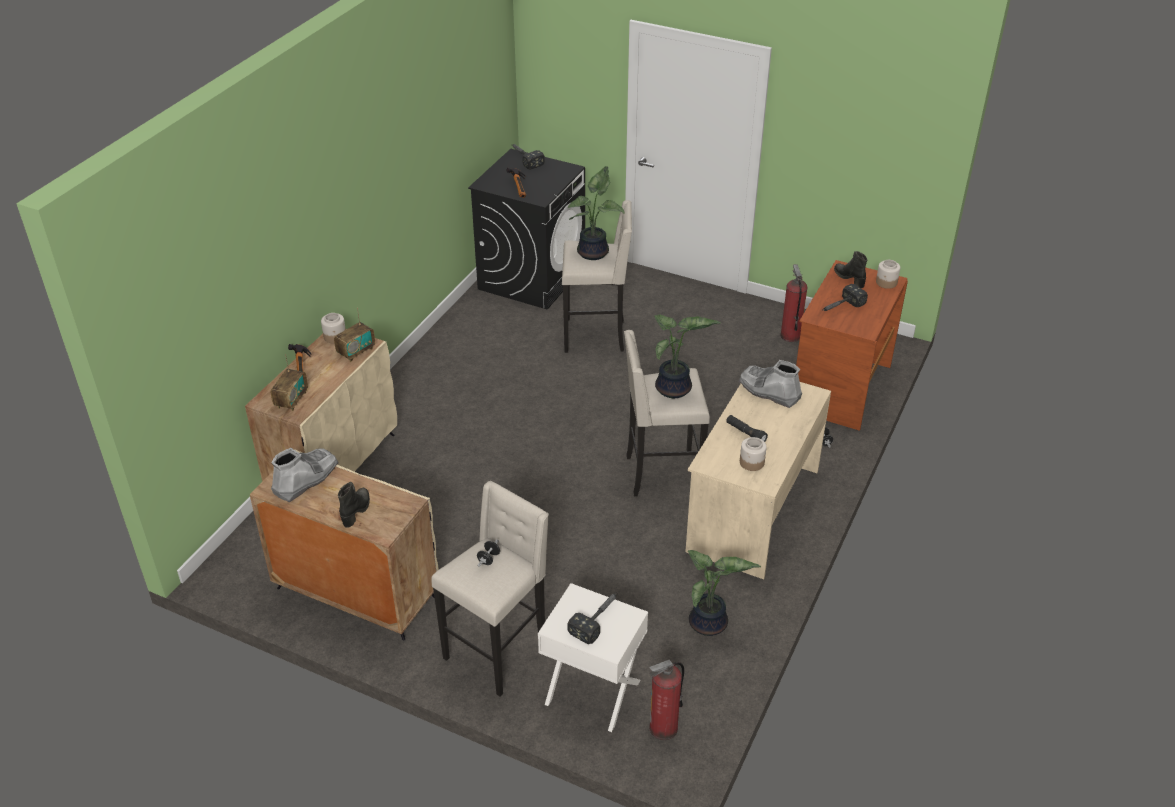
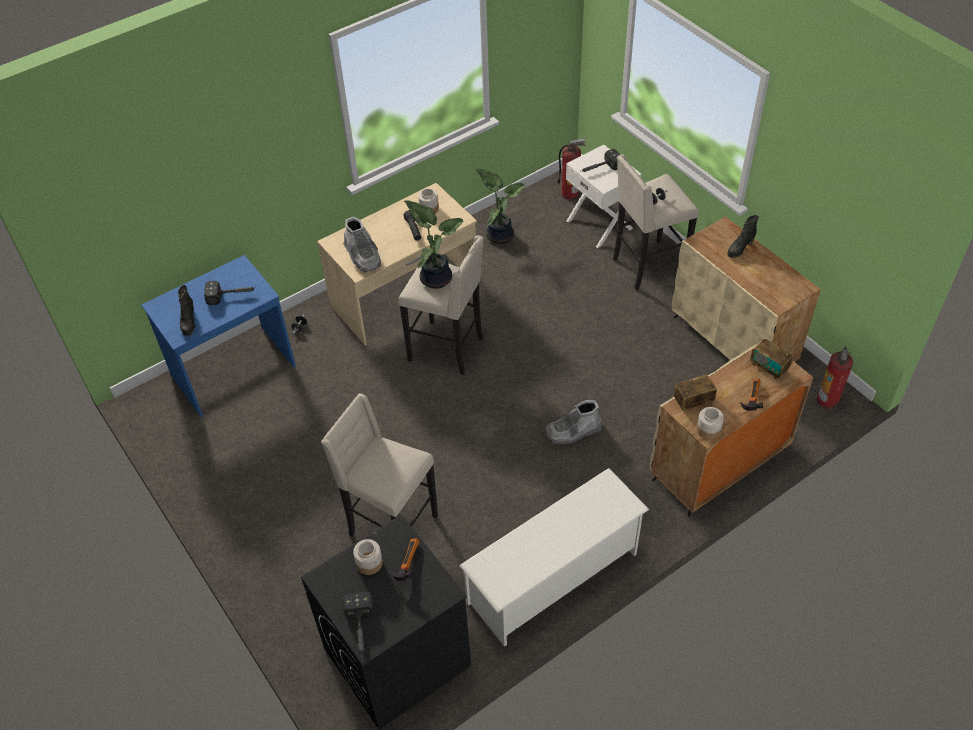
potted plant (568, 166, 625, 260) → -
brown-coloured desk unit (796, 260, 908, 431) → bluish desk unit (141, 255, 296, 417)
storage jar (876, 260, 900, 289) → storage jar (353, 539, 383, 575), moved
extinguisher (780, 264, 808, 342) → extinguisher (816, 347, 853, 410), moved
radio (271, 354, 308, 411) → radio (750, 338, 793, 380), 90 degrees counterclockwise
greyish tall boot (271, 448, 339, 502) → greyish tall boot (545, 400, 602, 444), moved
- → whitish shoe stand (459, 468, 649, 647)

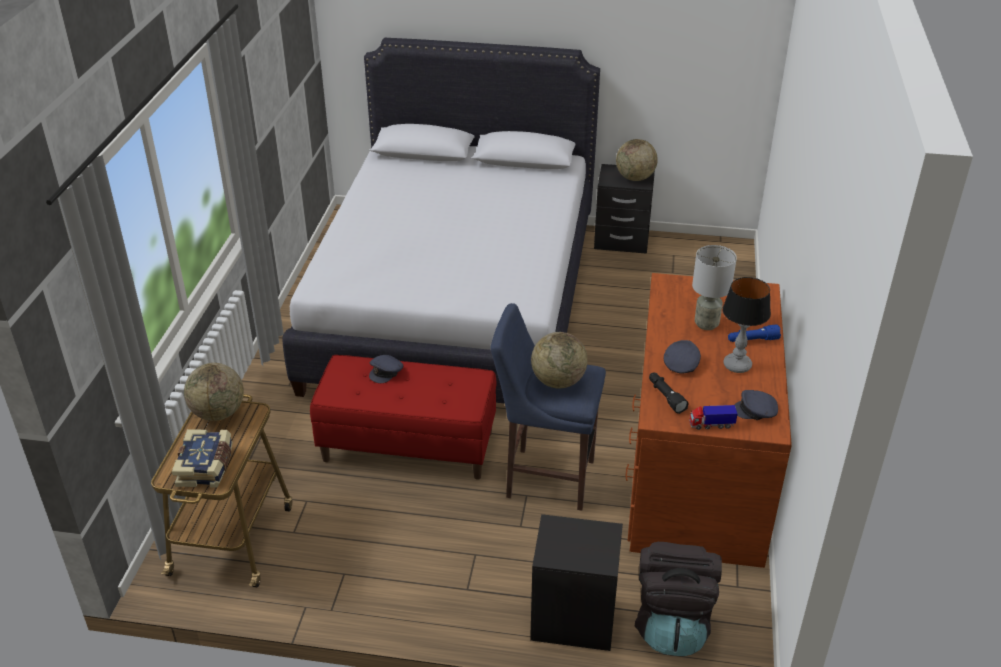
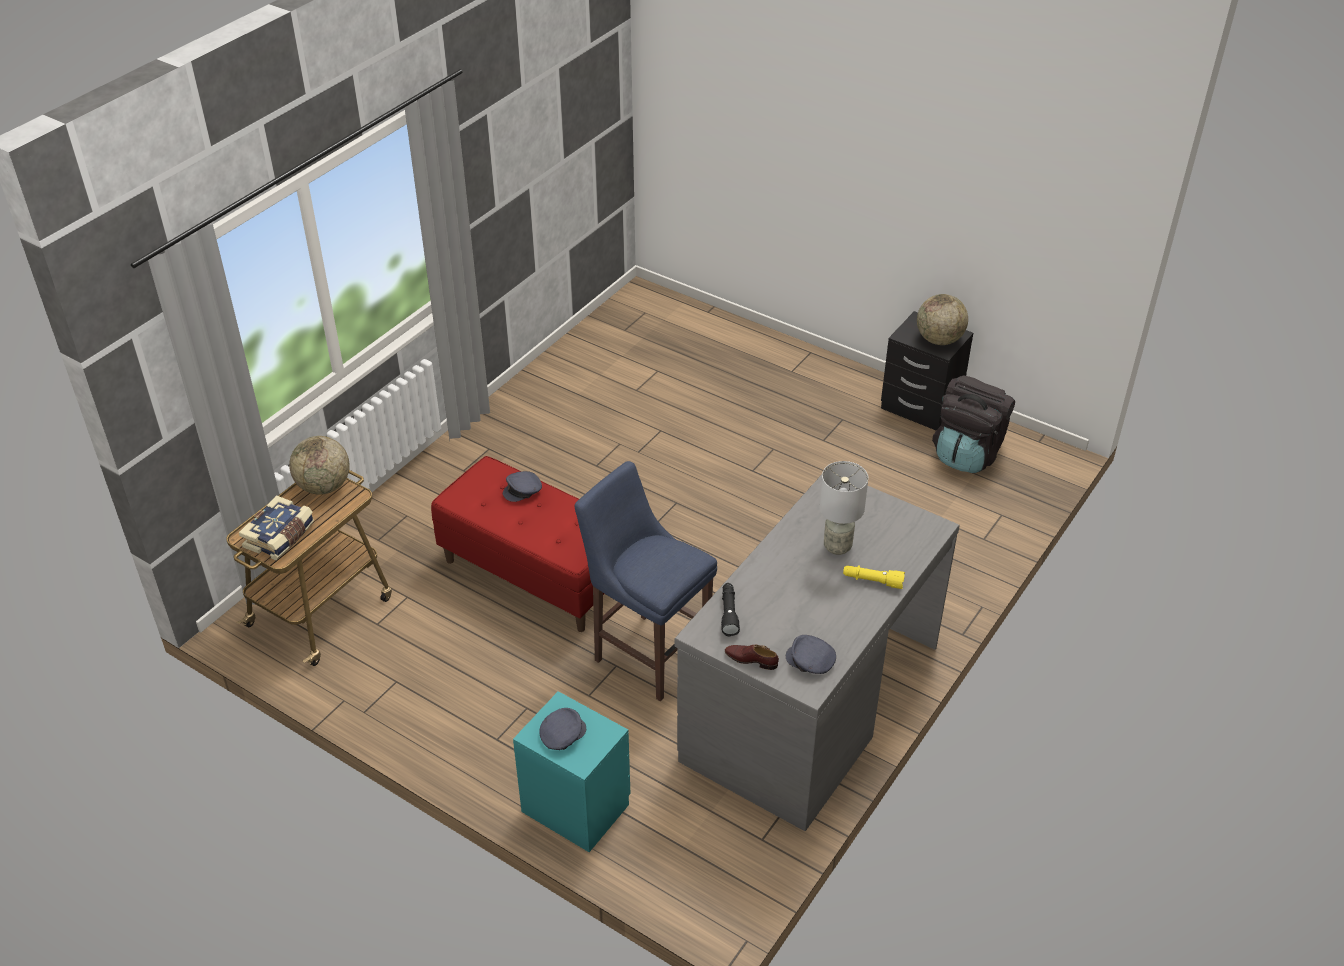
whitish bed (282, 38, 600, 403) → -
brown-coloured desk unit (625, 273, 792, 568) → greyish desk unit (675, 474, 960, 831)
tabletop lamp (722, 277, 771, 373) → -
bluish flashlight (728, 324, 781, 342) → yellow flashlight (843, 565, 905, 589)
globe (531, 332, 588, 388) → -
greyish baseball cap (664, 340, 701, 374) → greyish baseball cap (539, 708, 586, 750), moved
model truck (689, 405, 738, 430) → brown-coloured low shoe (725, 645, 779, 670)
blackish bedside table (530, 514, 623, 651) → blue-green bedside table (513, 691, 631, 852)
blackish knapsack (635, 542, 722, 656) → blackish knapsack (932, 376, 1015, 473), moved

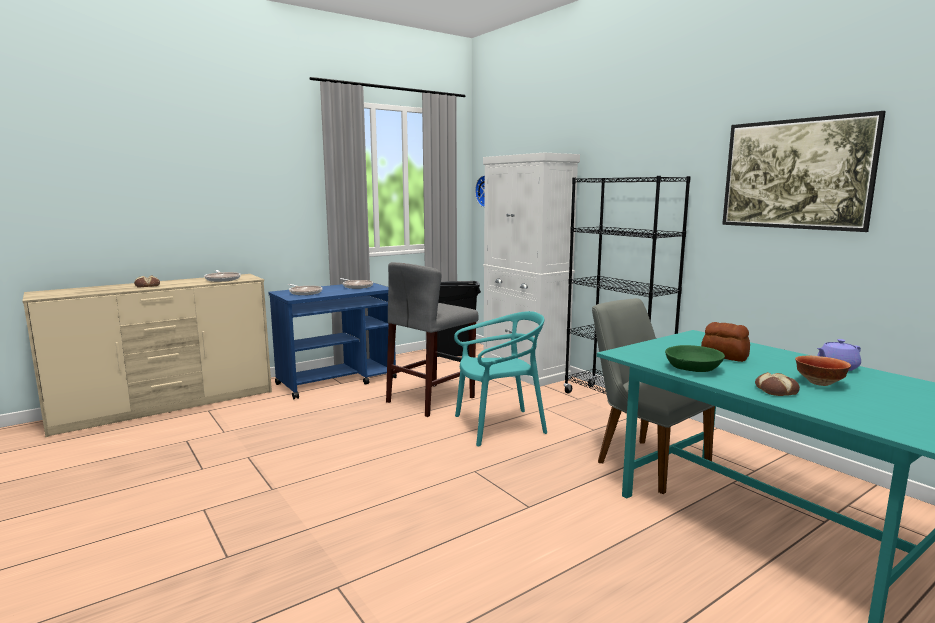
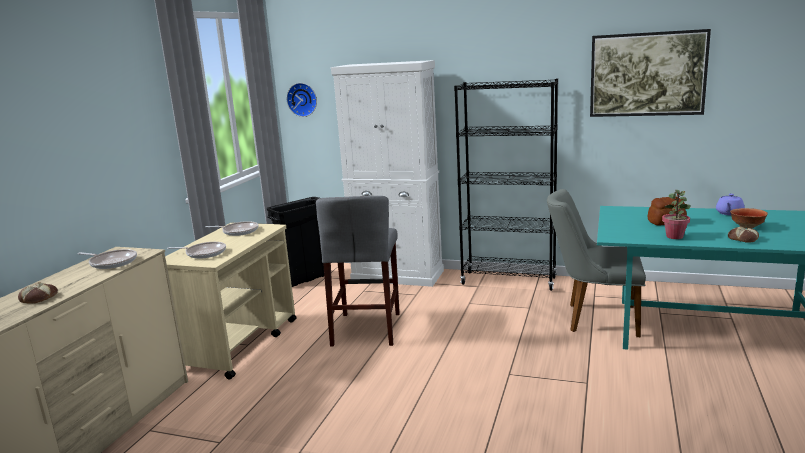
bluish wheeled cart (268, 283, 397, 399) → sand-coloured wheeled cart (165, 222, 297, 380)
blue-green upright chair (454, 311, 547, 446) → -
green serving bowl (665, 345, 725, 372) → potted plant (662, 190, 691, 239)

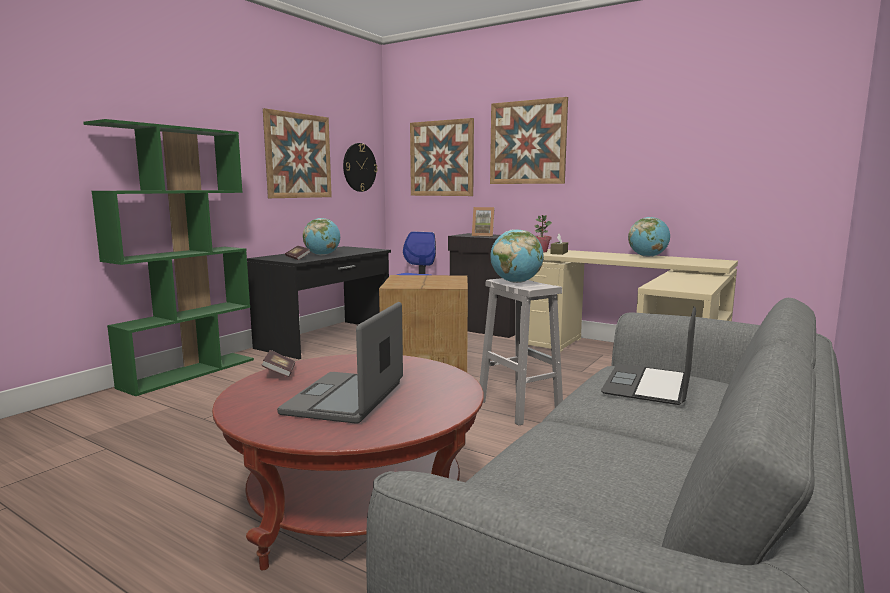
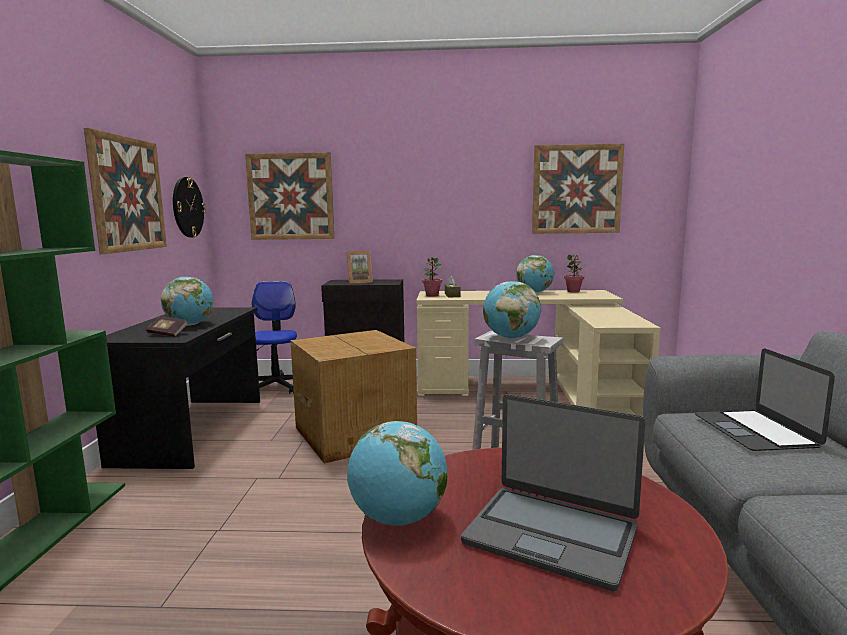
wall art (490, 97, 568, 184) → wall art (532, 144, 624, 234), moved
notebook computer (277, 302, 403, 424) → notebook computer (461, 394, 645, 591), 45 degrees counterclockwise
book (261, 350, 295, 377) → globe (347, 421, 448, 526)
- → potted plant (564, 254, 584, 292)

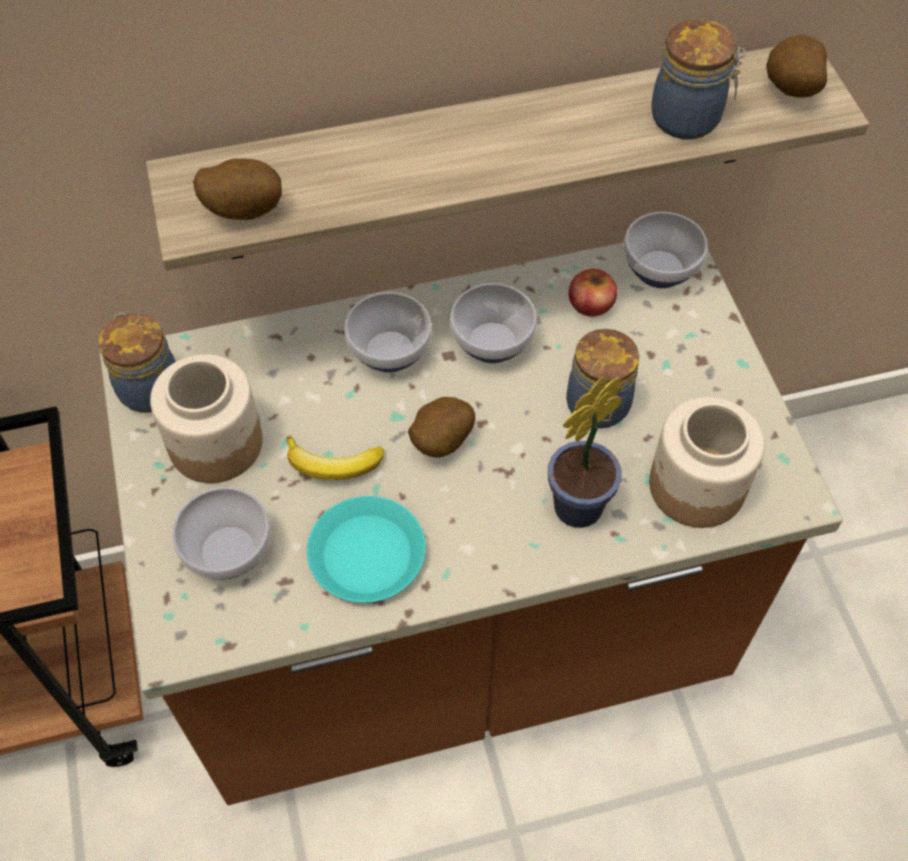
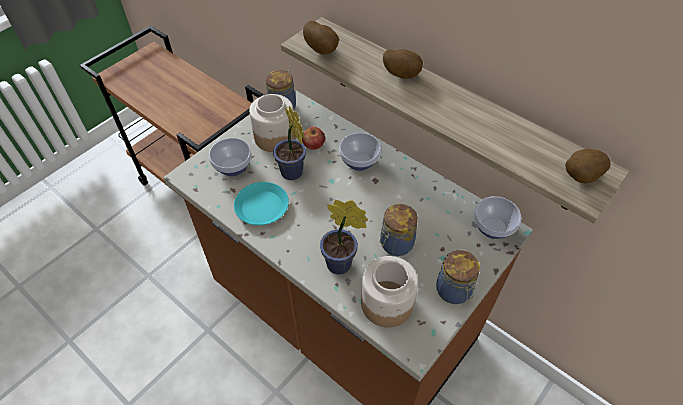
storage jar (651, 19, 746, 140) → storage jar (436, 250, 480, 304), moved
apple fruit (569, 269, 617, 317) → apple fruit (302, 127, 325, 150), moved
serving bowl (450, 283, 537, 363) → -
potato (408, 397, 475, 458) → potato (383, 49, 423, 79), moved
banana (287, 436, 384, 480) → potted plant (273, 106, 306, 180)

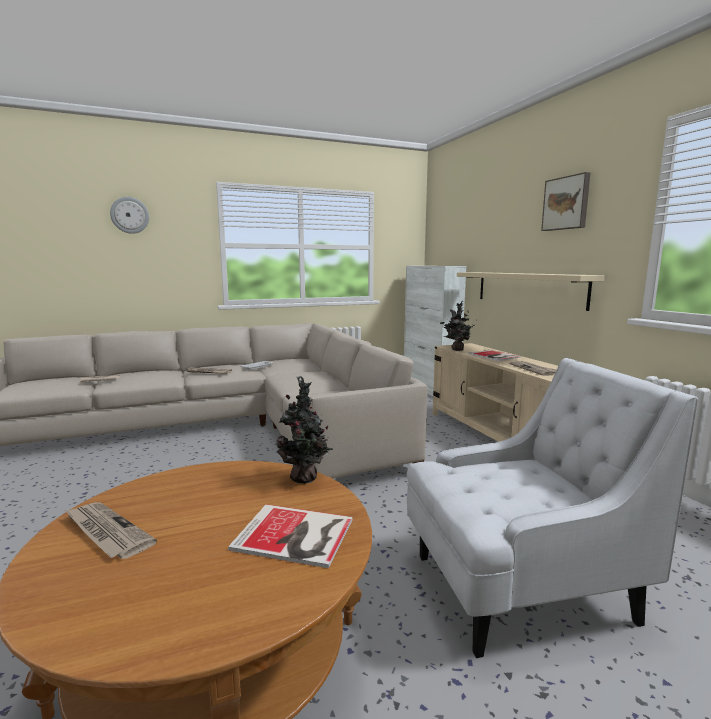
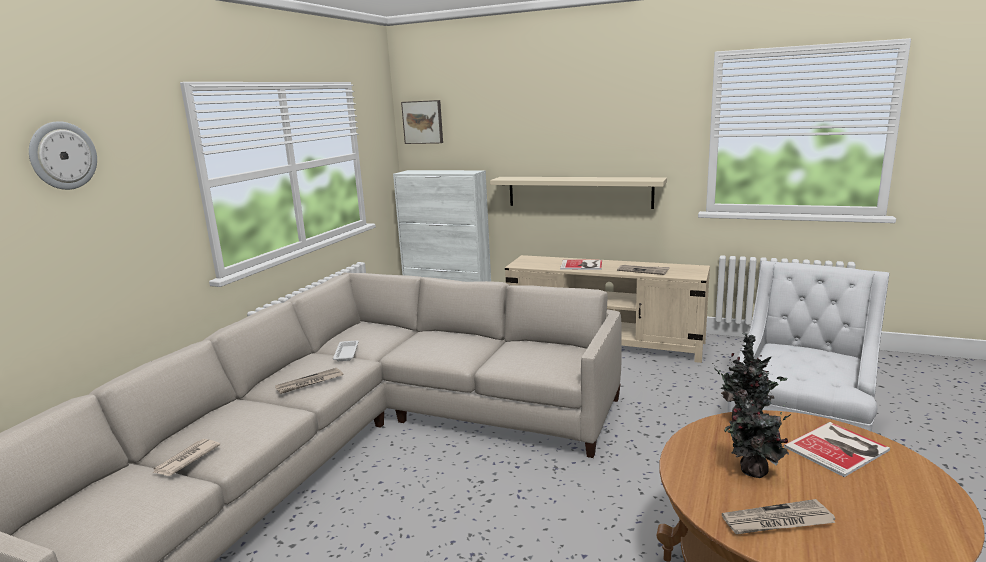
wall art (541, 172, 590, 231) → wall art (401, 100, 443, 144), moved
potted plant (440, 301, 475, 351) → potted plant (724, 371, 791, 478), moved

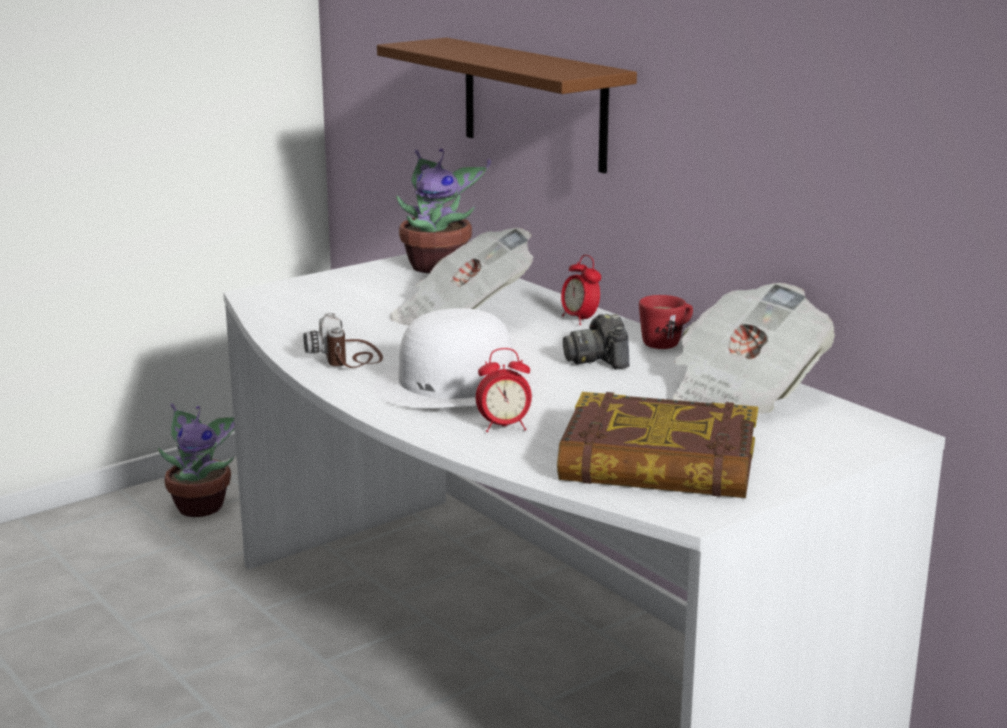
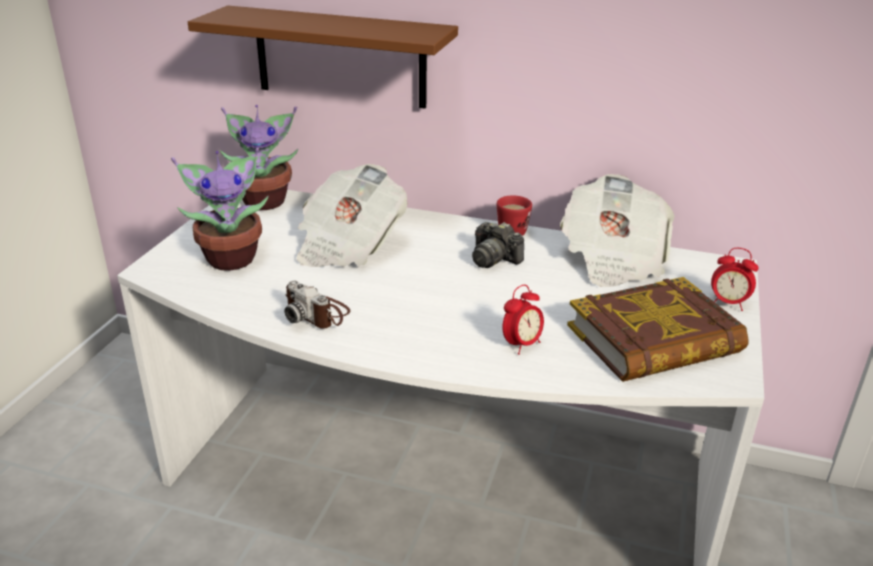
table clock (561, 255, 601, 325) → table clock (711, 248, 759, 311), moved
whitish hat (374, 308, 539, 408) → -
potted plant (158, 403, 235, 517) → potted plant (171, 148, 269, 271), moved

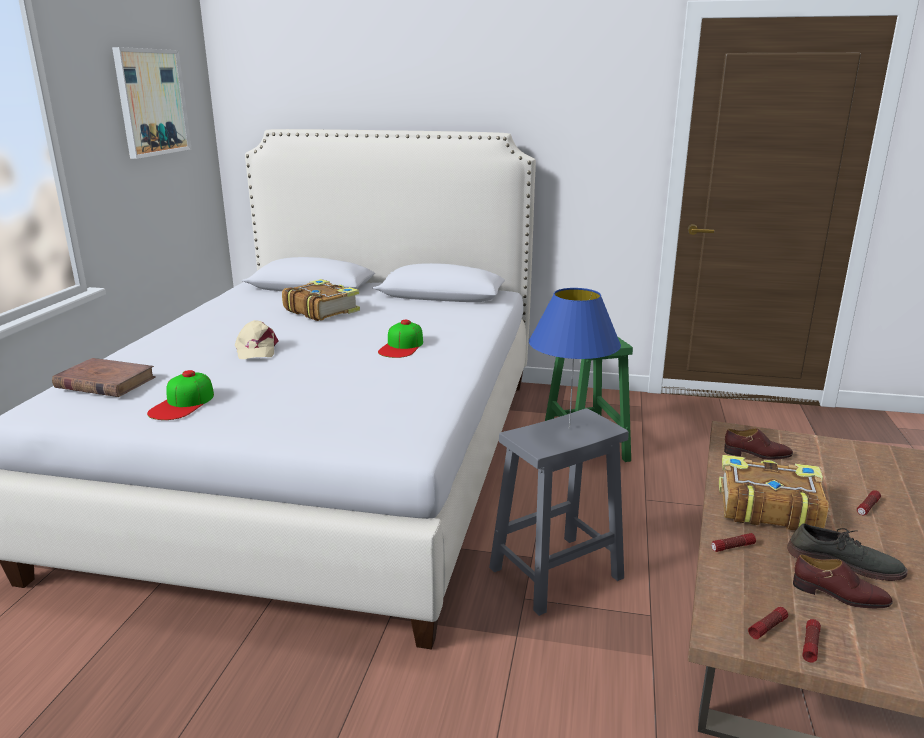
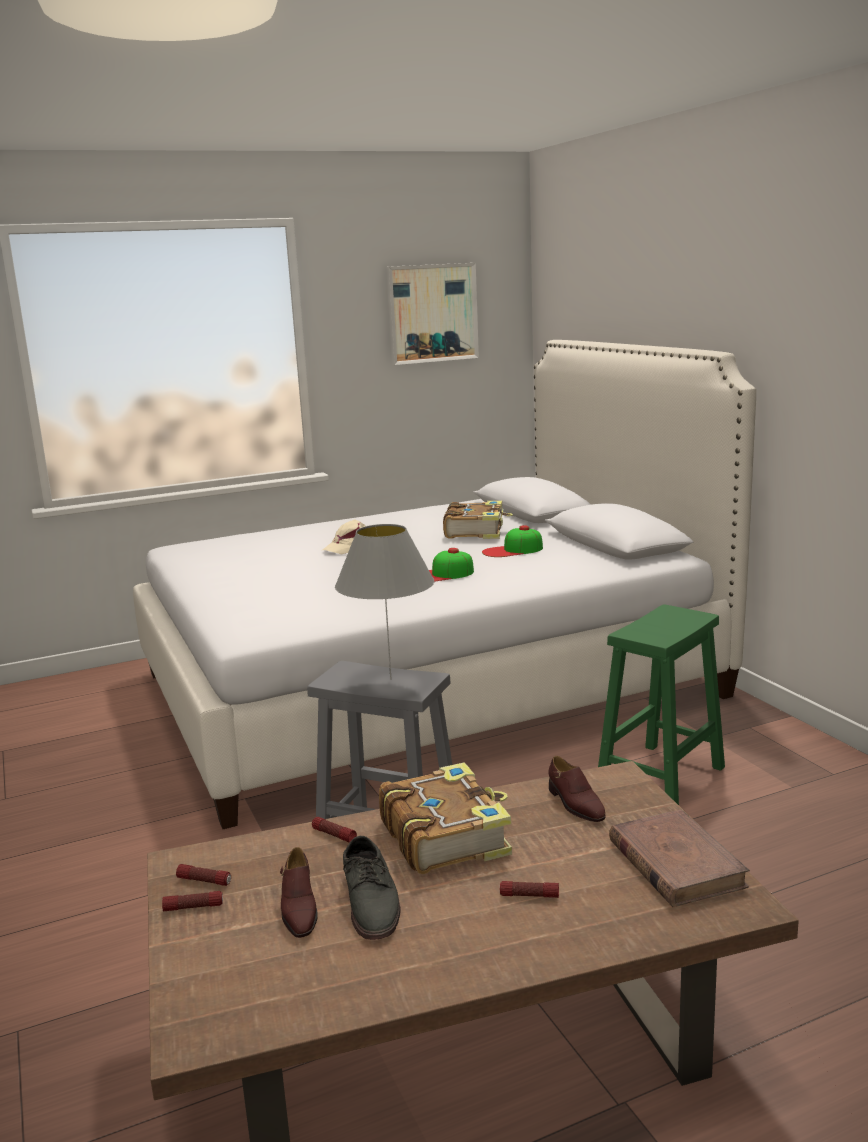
bluish tabletop lamp (529, 288, 621, 429) → greyish tabletop lamp (335, 524, 434, 680)
brown-coloured book (52, 358, 156, 397) → brown-coloured book (609, 810, 750, 907), moved
baseball cap (147, 370, 214, 420) → baseball cap (482, 525, 543, 557), moved

